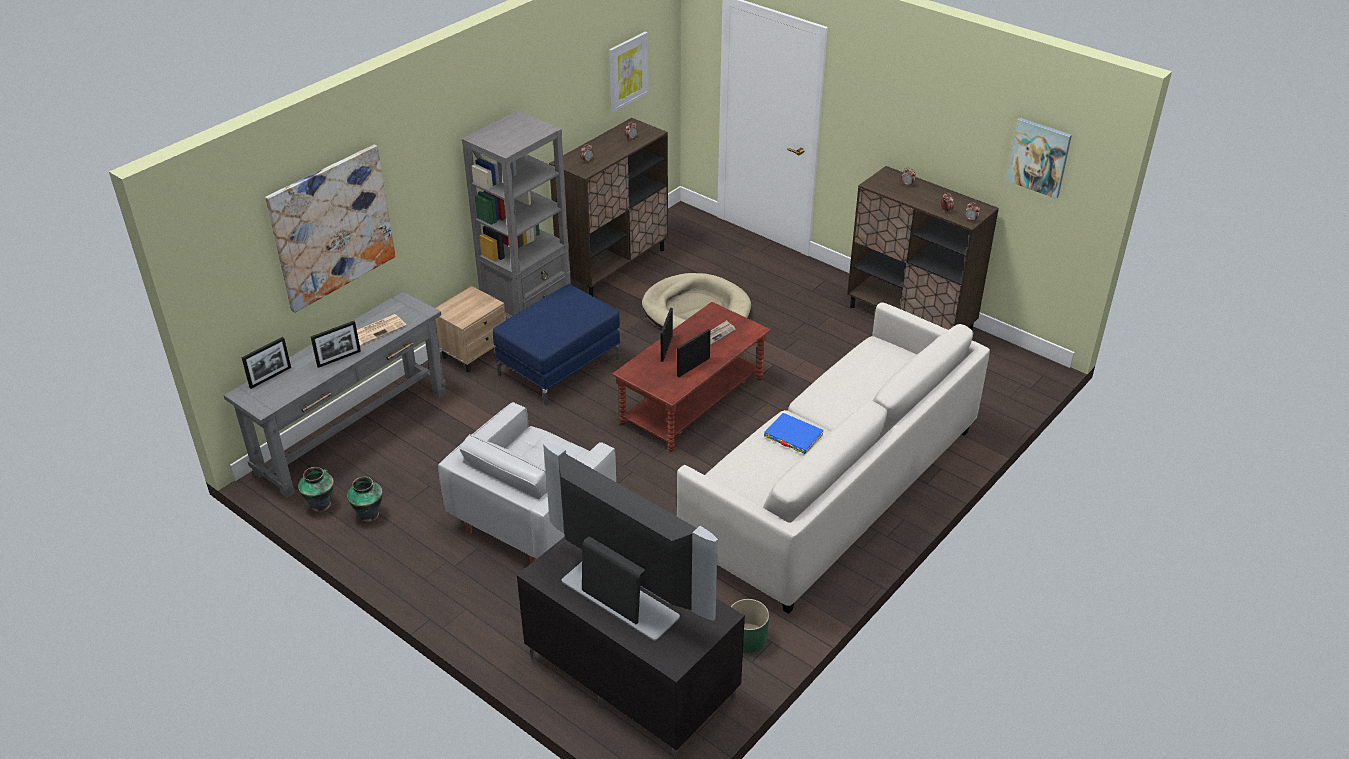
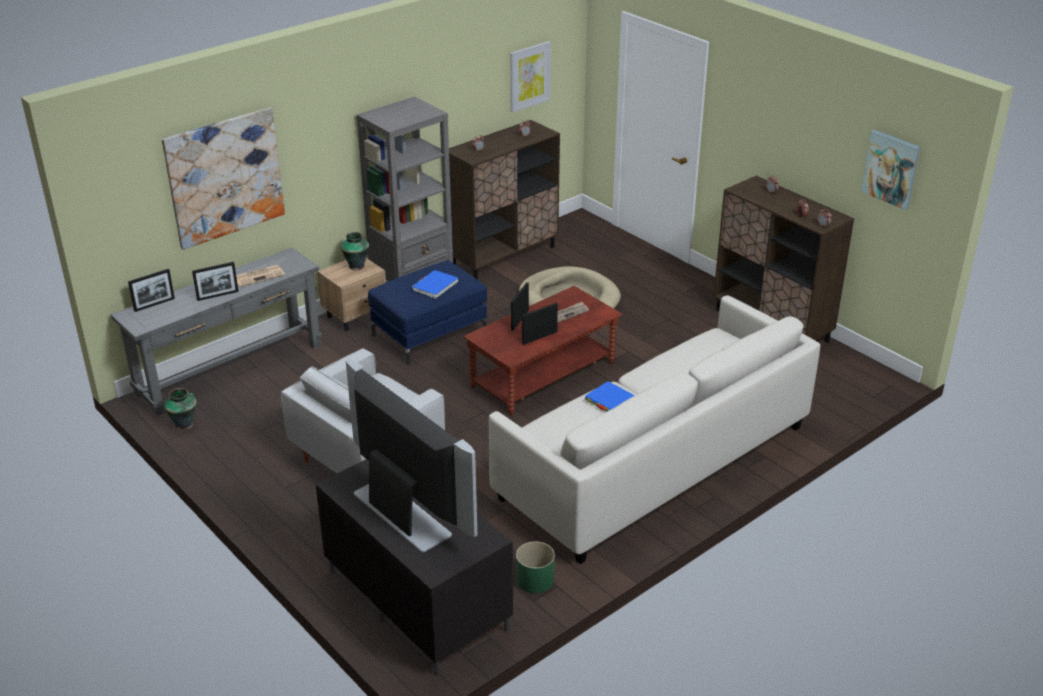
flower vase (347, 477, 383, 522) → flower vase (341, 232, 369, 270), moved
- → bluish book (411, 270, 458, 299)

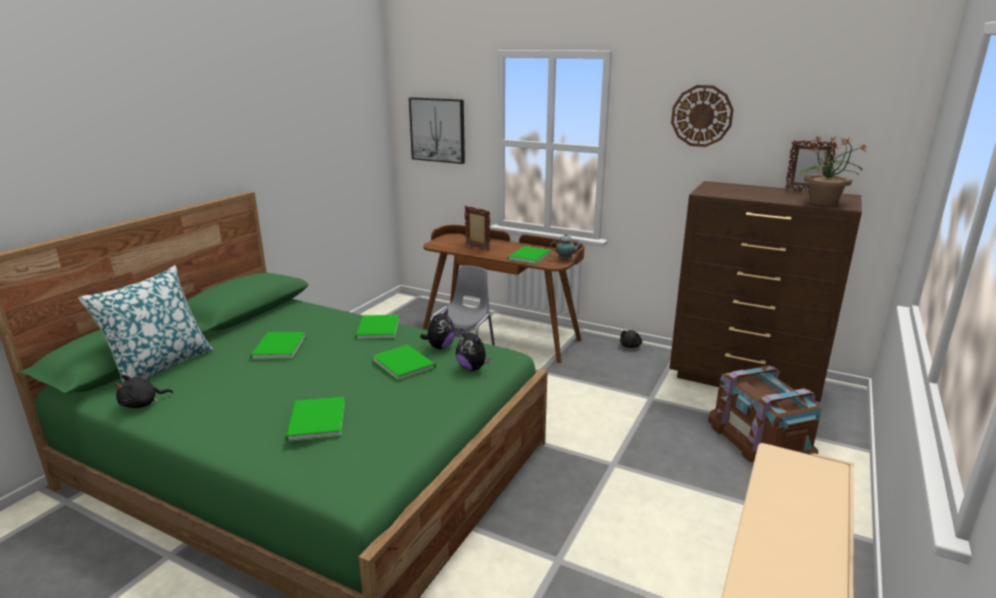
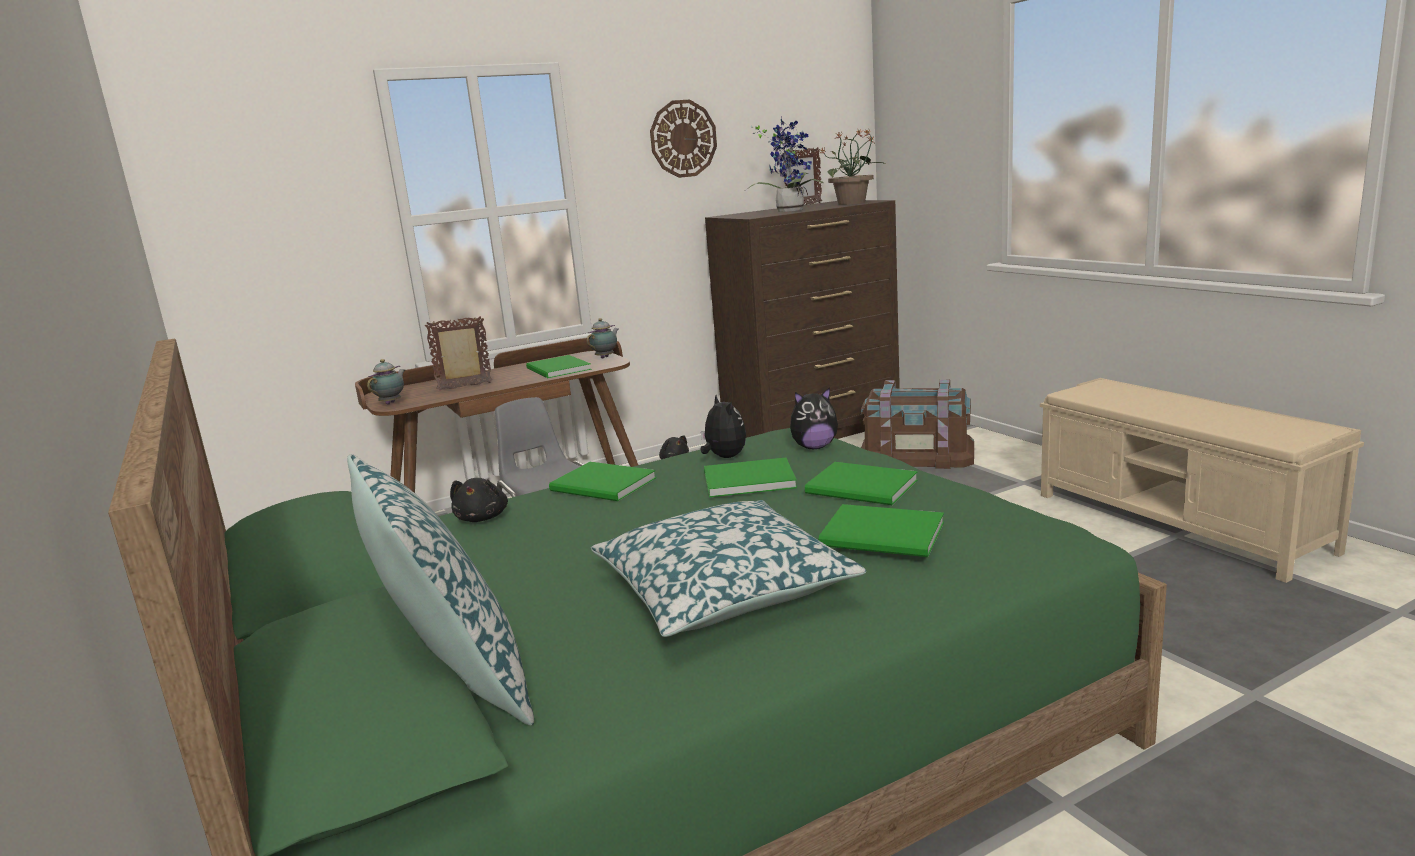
wall art (409, 97, 465, 164) → -
green book (250, 332, 306, 360) → green book (805, 462, 918, 505), moved
blackish cuddly toy (114, 375, 173, 408) → blackish cuddly toy (450, 478, 508, 522), moved
- → potted plant (747, 117, 824, 212)
- → teapot (367, 359, 405, 405)
- → pillow (591, 500, 866, 637)

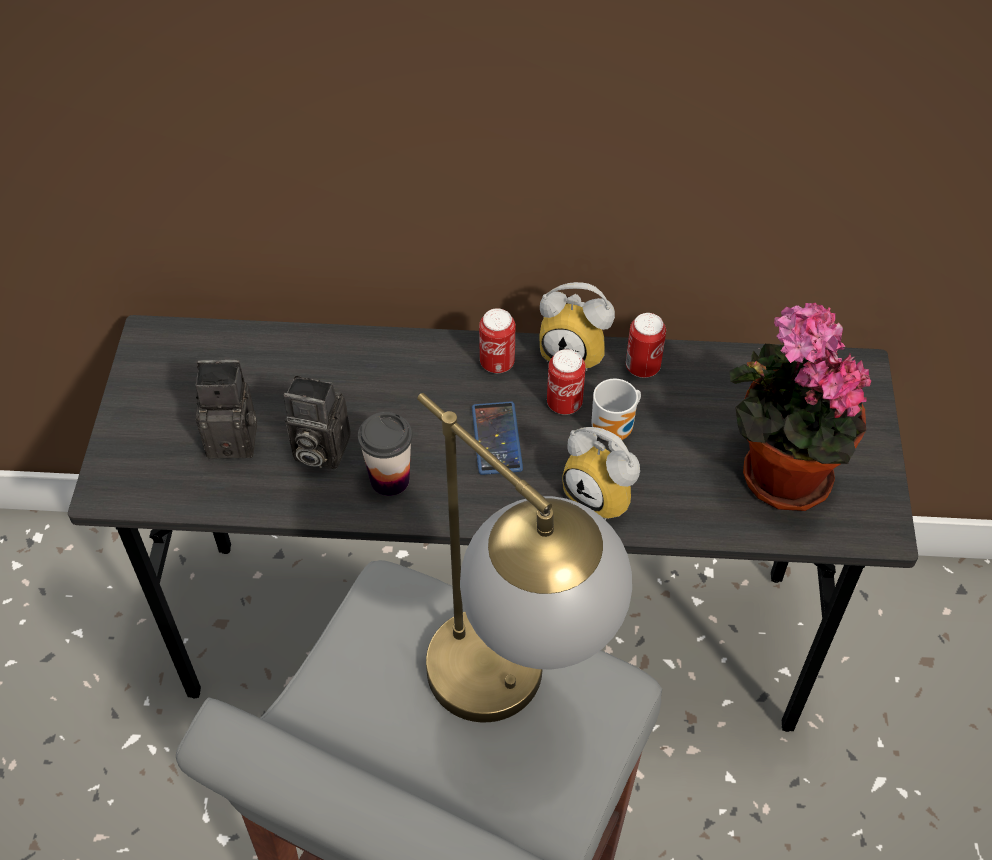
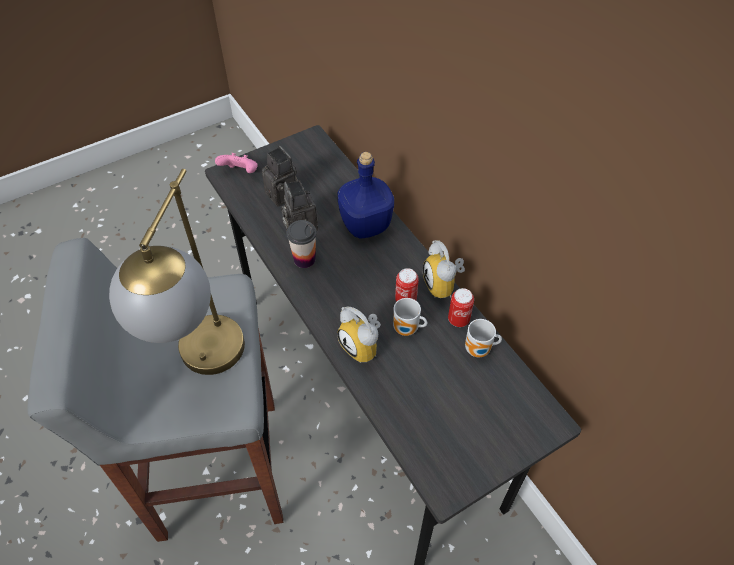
potted plant (730, 303, 871, 511) → -
sealed can (479, 308, 515, 373) → -
phone (472, 401, 523, 475) → -
table clock (563, 427, 640, 520) → table clock (337, 307, 381, 363), 45 degrees counterclockwise
- → bluish drink bottle (338, 152, 394, 239)
- → pink gamepad (215, 153, 258, 173)
- → tea mug (465, 319, 502, 357)

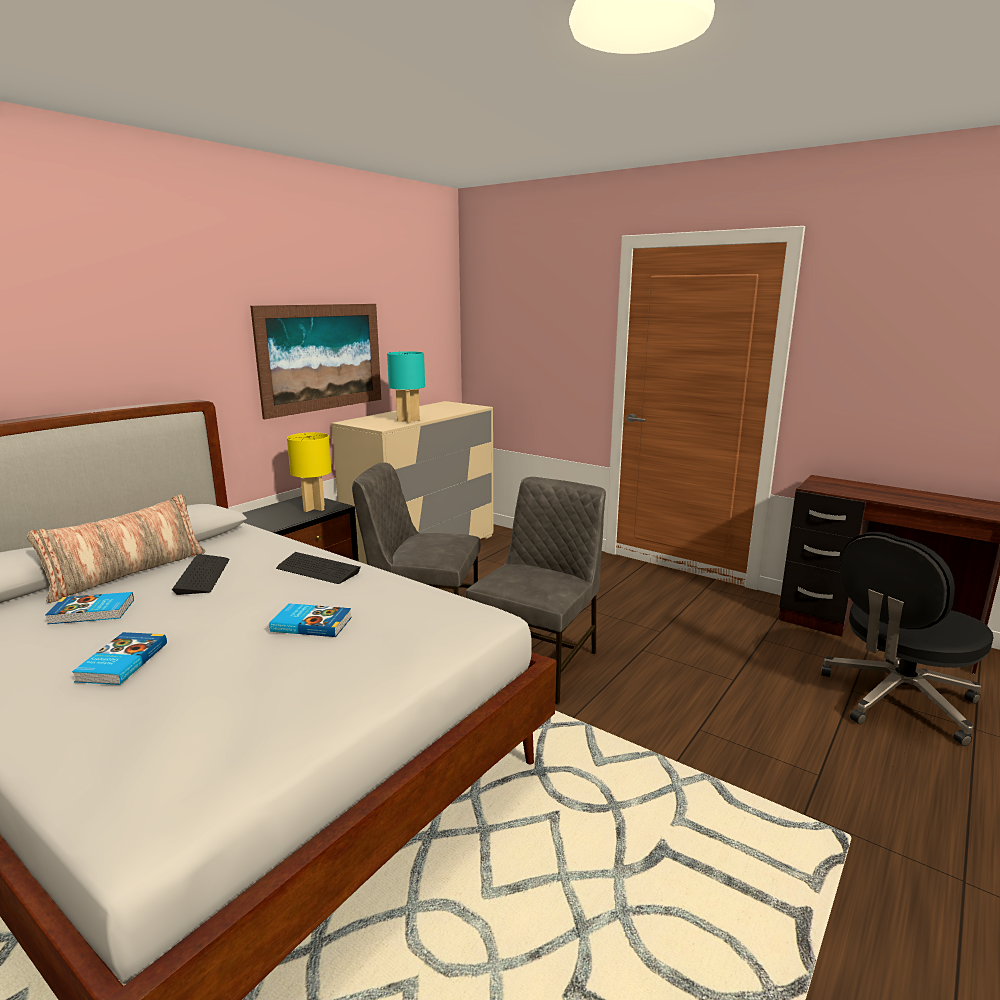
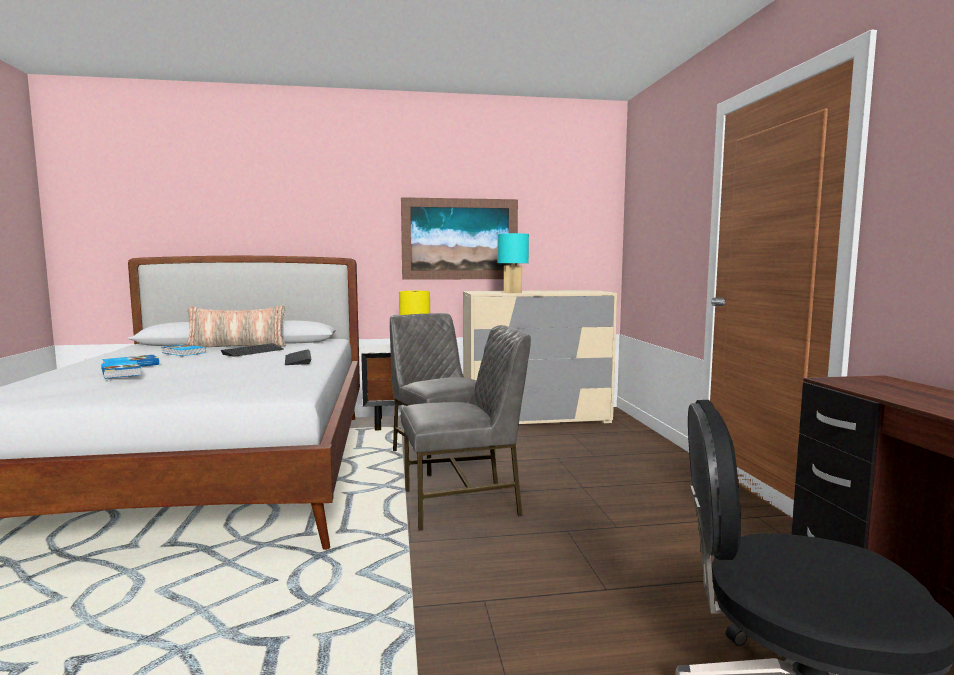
book (269, 603, 352, 637) → book (101, 361, 141, 379), moved

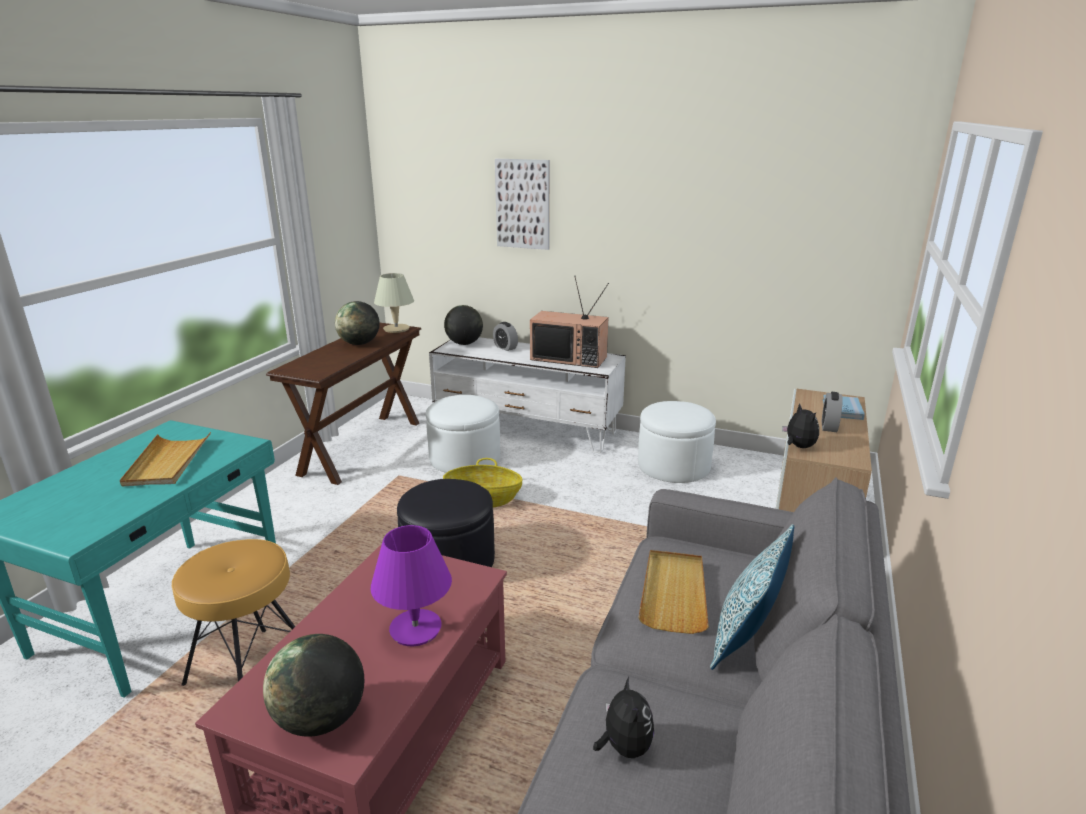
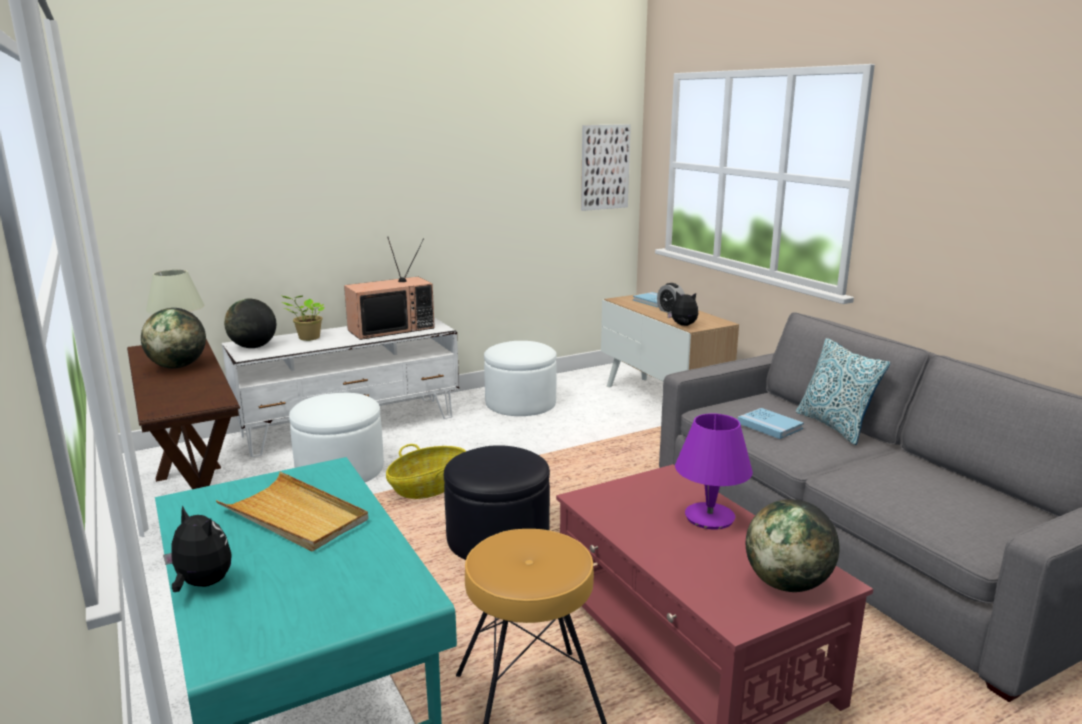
wall art (495, 159, 550, 250) → wall art (581, 124, 631, 211), moved
table clock (493, 322, 518, 351) → potted plant (281, 296, 324, 341)
sand-coloured carrying tray (638, 550, 709, 634) → bluish book (738, 408, 804, 439)
cuddly toy (593, 676, 654, 758) → cuddly toy (163, 505, 232, 592), moved

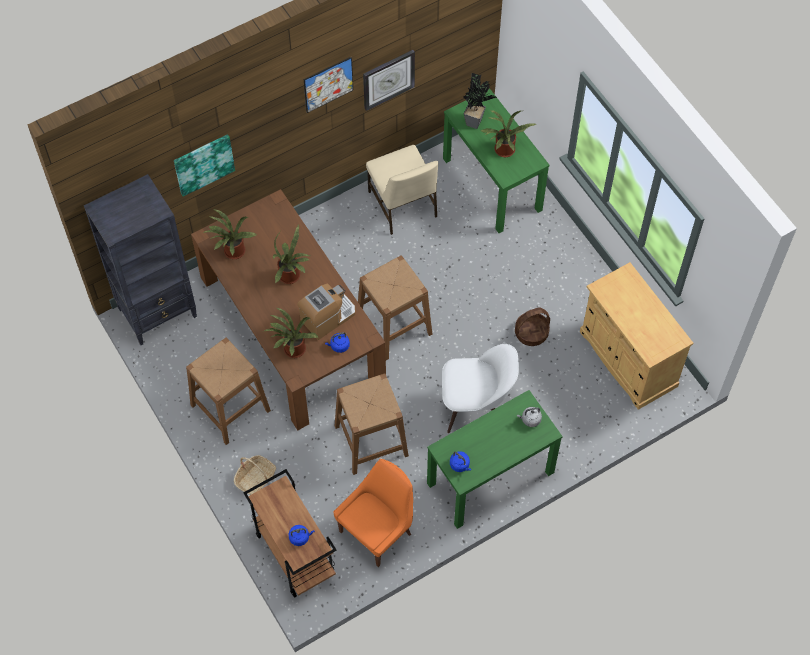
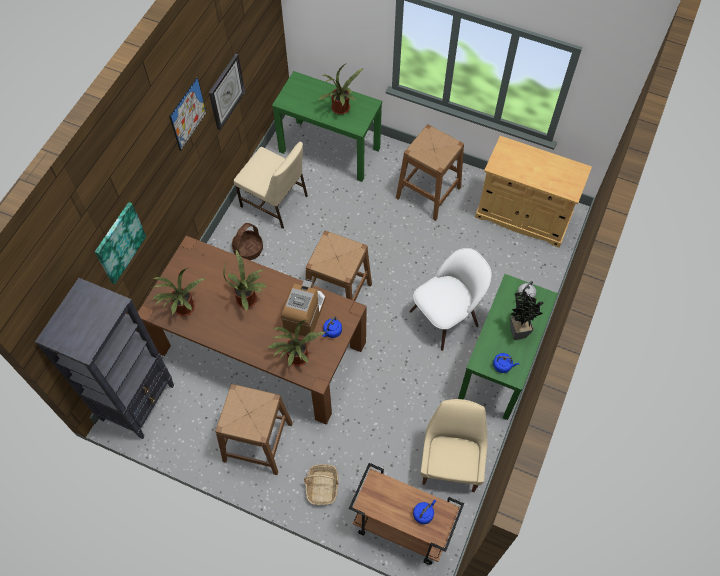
potted plant (464, 73, 497, 129) → potted plant (510, 290, 543, 340), moved
basket (515, 307, 550, 346) → basket (232, 223, 263, 260), moved
brown-coloured stool (334, 373, 409, 475) → brown-coloured stool (396, 124, 464, 221), moved
orange-coloured upright chair (333, 459, 413, 567) → sand-coloured upright chair (421, 399, 488, 492)

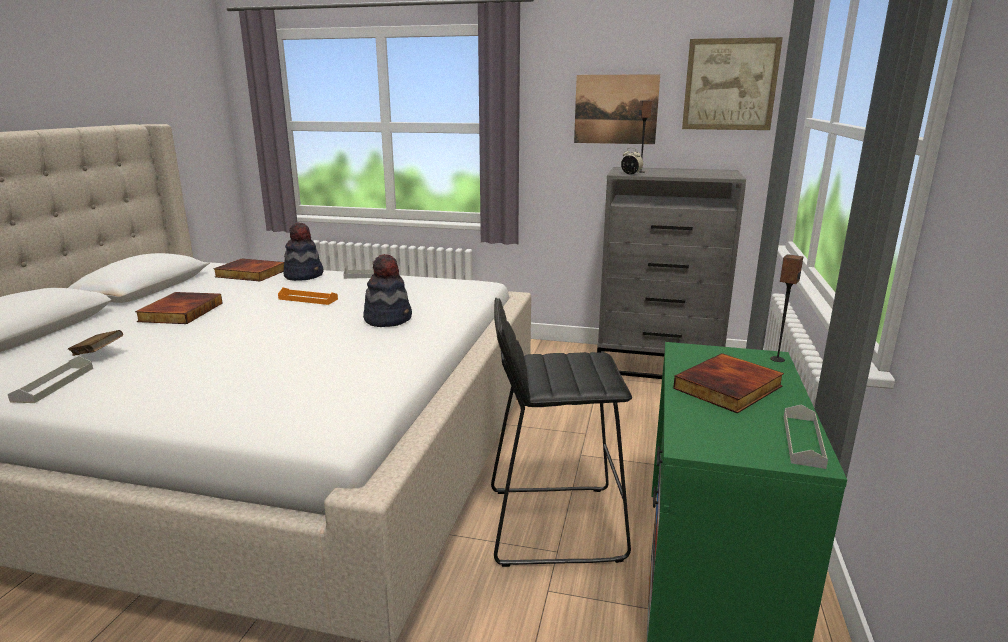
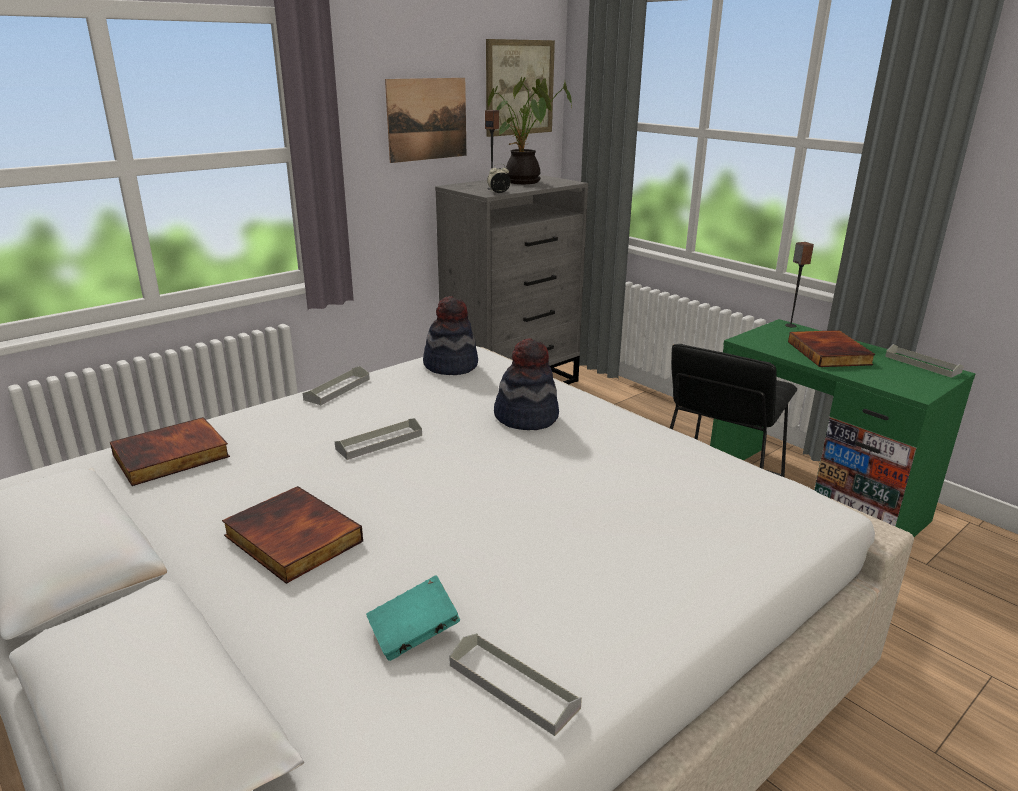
hat (283, 222, 324, 281) → hat (423, 296, 478, 375), moved
orange-coloured carrying tray (278, 287, 338, 305) → greyish carrying tray (335, 418, 422, 460)
brown-coloured book (68, 330, 123, 356) → blue-green book (366, 575, 460, 661)
- → potted plant (488, 77, 572, 184)

